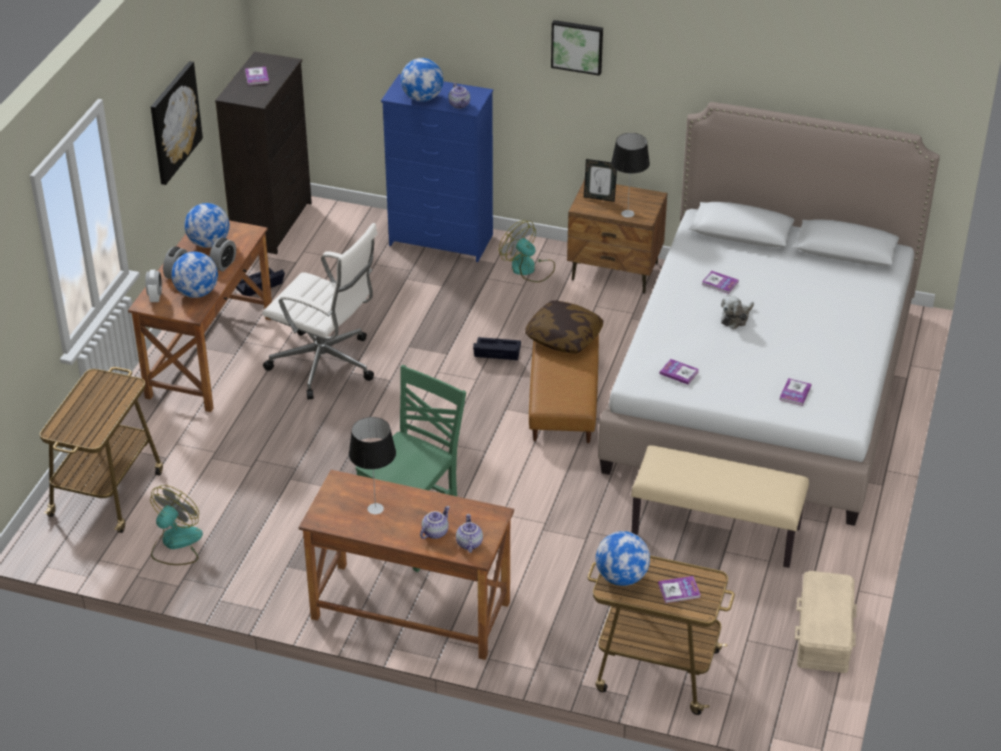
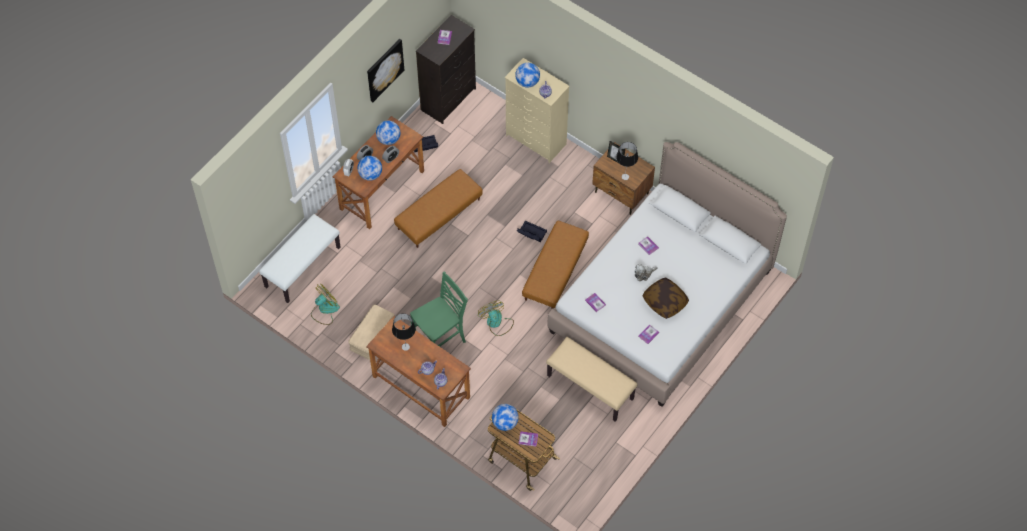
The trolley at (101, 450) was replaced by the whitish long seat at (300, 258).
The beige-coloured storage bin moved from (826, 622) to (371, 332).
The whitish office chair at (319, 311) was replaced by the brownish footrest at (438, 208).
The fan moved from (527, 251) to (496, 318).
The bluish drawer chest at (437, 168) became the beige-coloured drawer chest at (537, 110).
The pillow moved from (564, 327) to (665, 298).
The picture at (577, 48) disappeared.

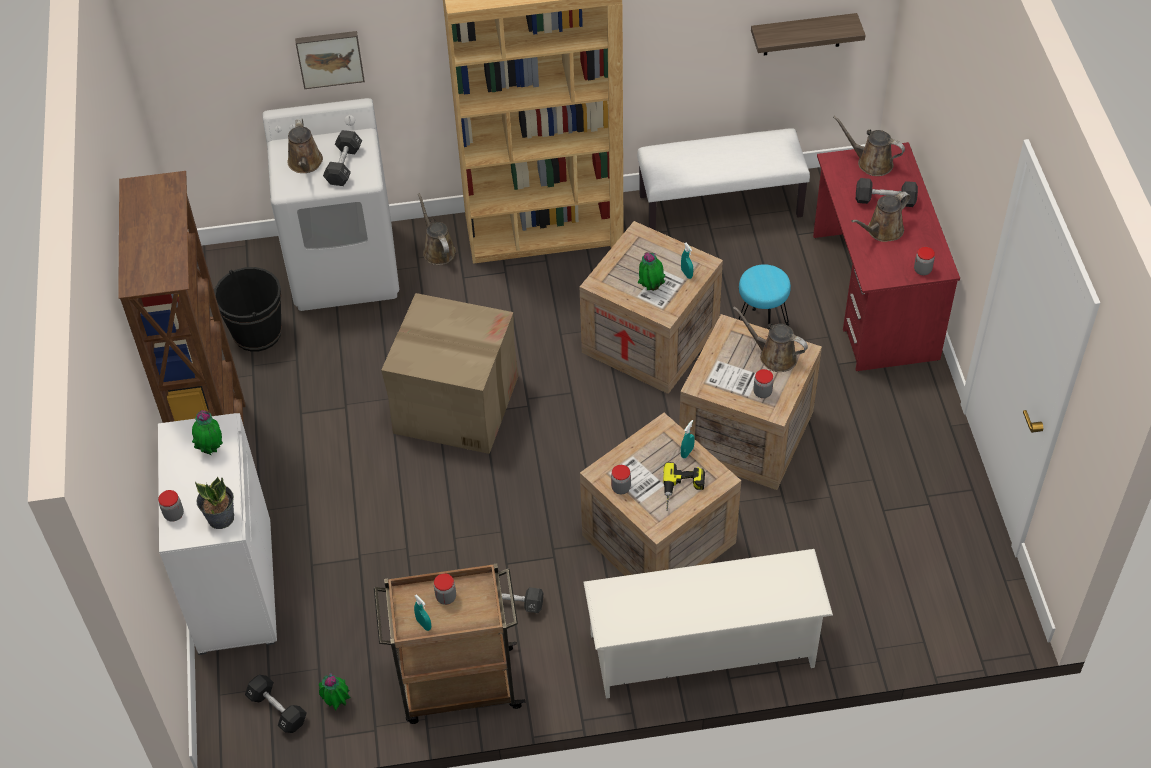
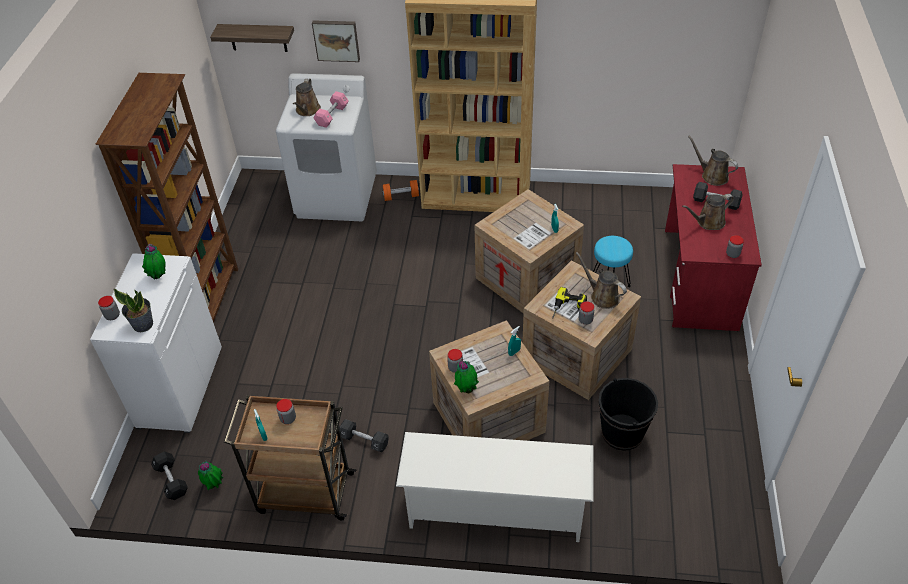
The shelf moved from (808, 34) to (252, 38).
The black-coloured free weight at (342, 158) became the pinkish free weight at (331, 109).
The brownish watering can at (437, 229) was replaced by the orangey free weight at (401, 190).
The plant in a pot moved from (651, 271) to (466, 377).
The drill moved from (684, 486) to (569, 302).
The black-coloured bucket moved from (248, 309) to (628, 414).
The carton at (449, 373) disappeared.
The whitish long seat at (723, 179) disappeared.

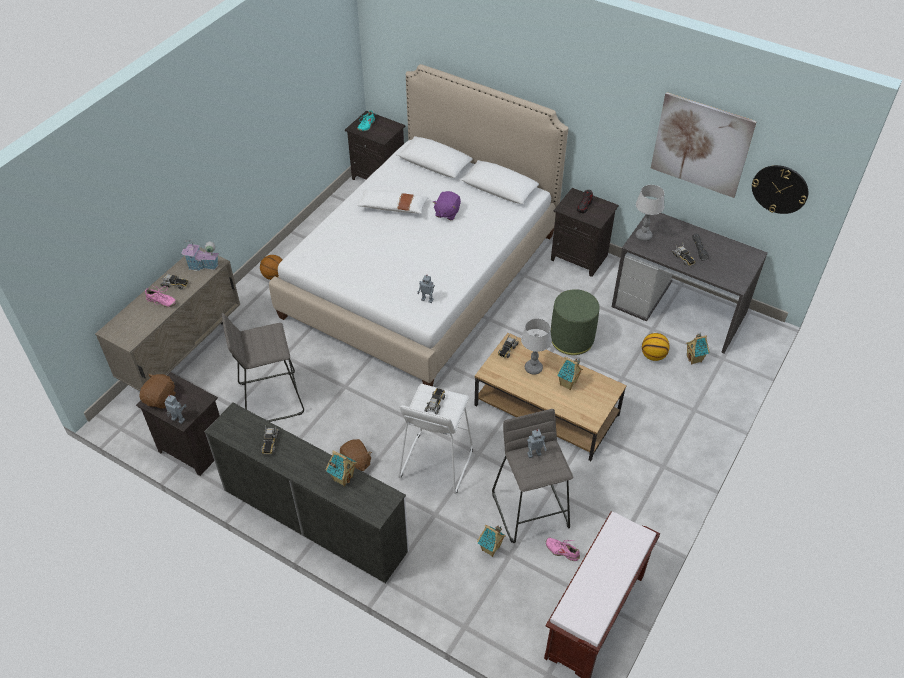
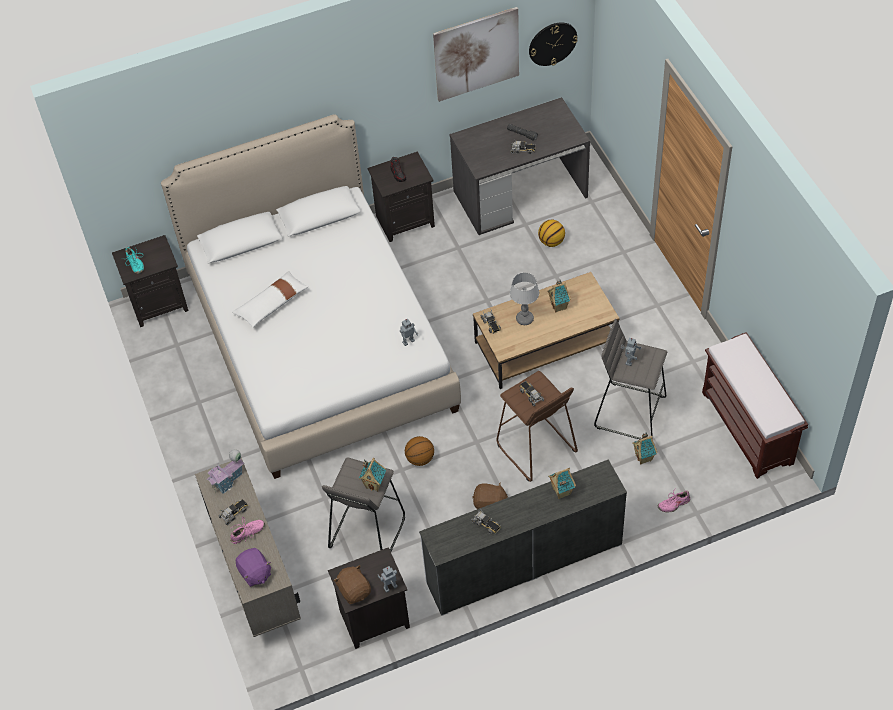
The purple plush toy moved from (447, 205) to (253, 567).
The miniature house moved from (698, 348) to (372, 475).
The basketball moved from (271, 267) to (419, 451).
The whitish sitting stool at (435, 439) became the brownish sitting stool at (537, 426).
The pinkish shoe moved from (563, 549) to (674, 501).
The green-coloured footrest at (575, 322) disappeared.
The tabletop lamp at (649, 213) disappeared.

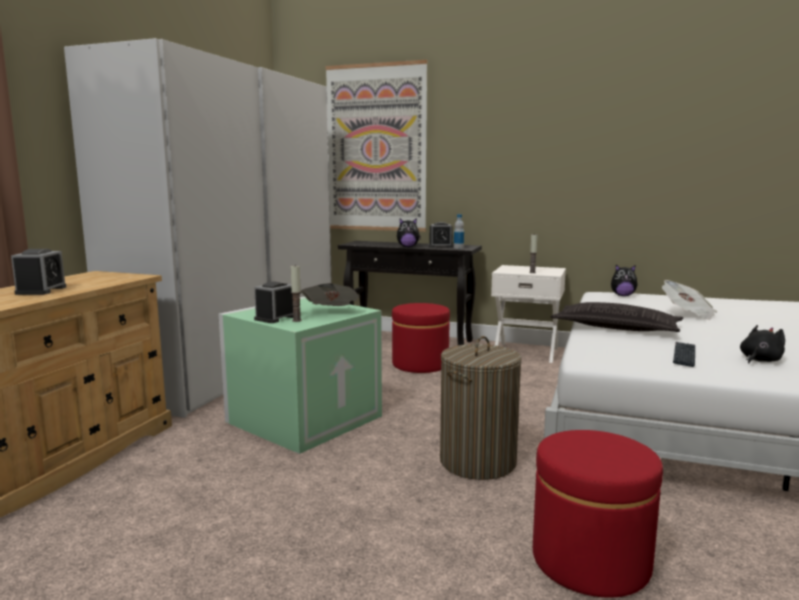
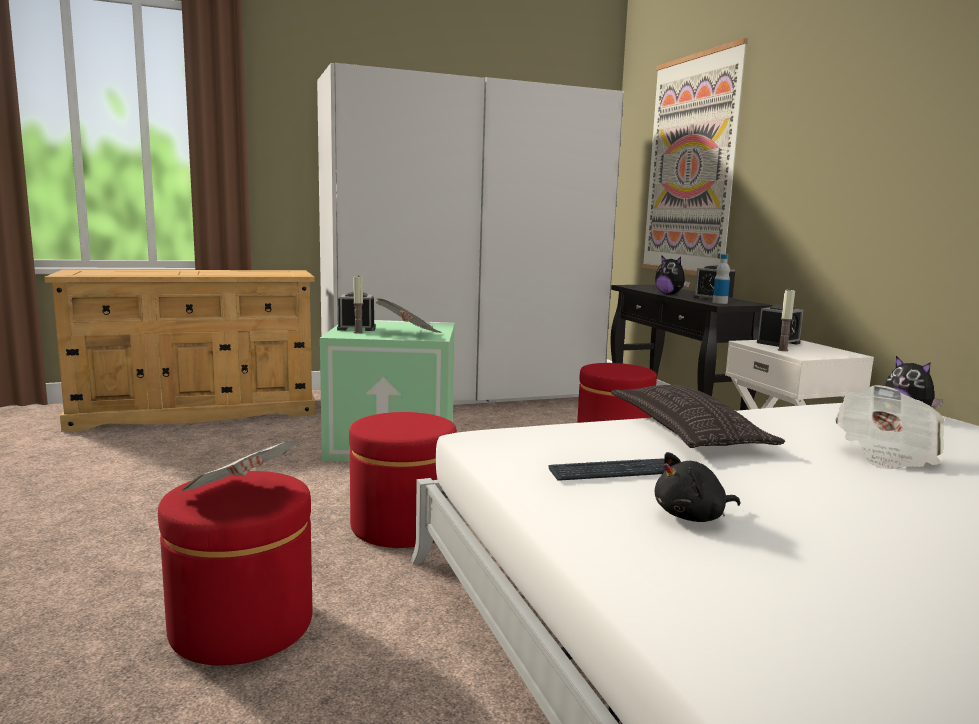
The newspaper at (238, 466) appeared.
The hamper at (481, 408) was replaced by the red-coloured footrest at (403, 480).
The black-coloured plush toy at (762, 344) turned 150 degrees clockwise.
The alarm clock moved from (38, 272) to (780, 325).

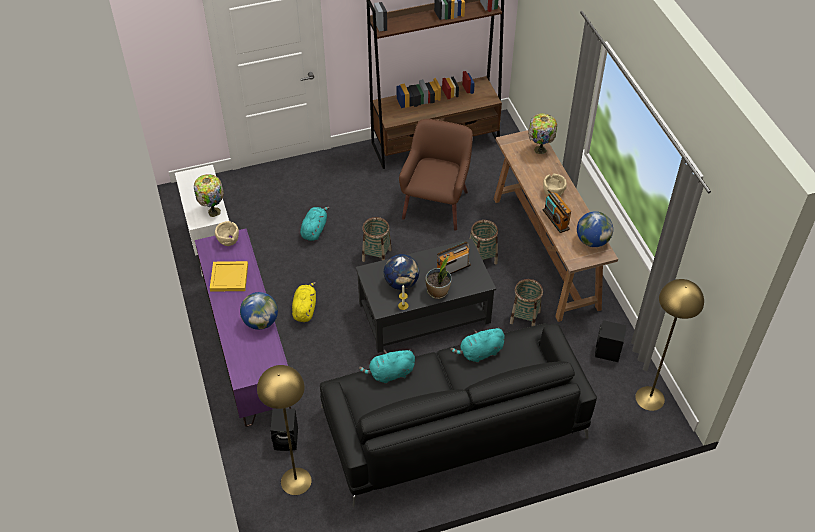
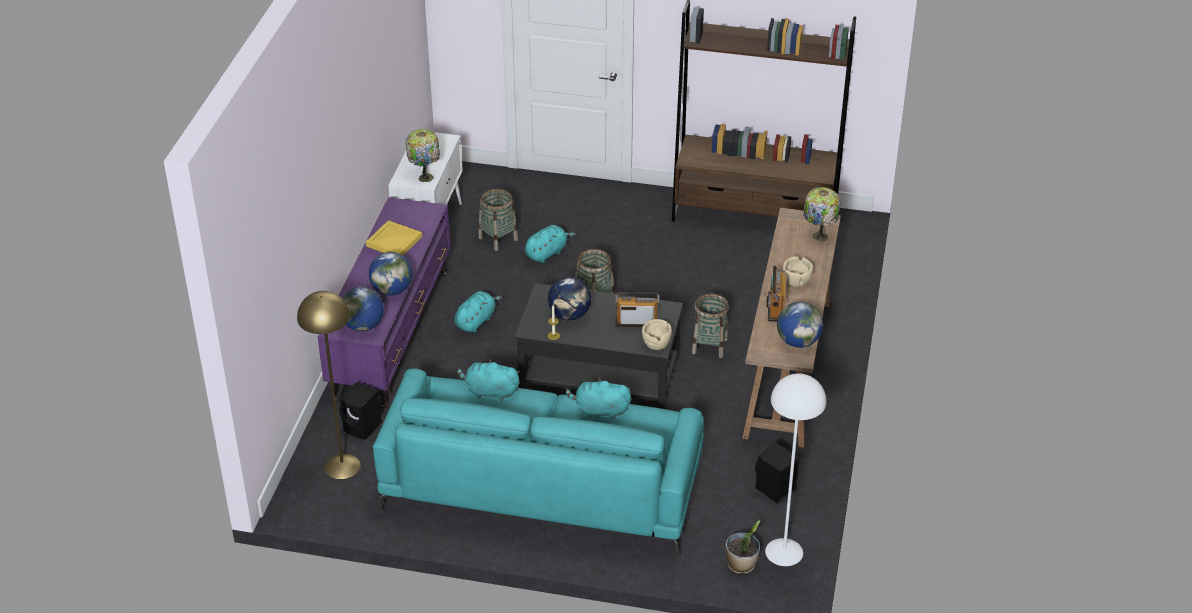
The world globe at (363, 309) appeared.
The black-coloured sofa at (458, 415) became the turquoise sofa at (538, 463).
The yellow-coloured plush toy at (304, 302) became the turquoise plush toy at (478, 311).
The household basket moved from (526, 302) to (498, 220).
The beige-coloured deep dish moved from (227, 233) to (657, 334).
The plant in a pot moved from (438, 277) to (743, 547).
The yellow-coloured floor lamp at (669, 345) became the whitish floor lamp at (795, 469).
The brownish lounge chair at (436, 175) disappeared.

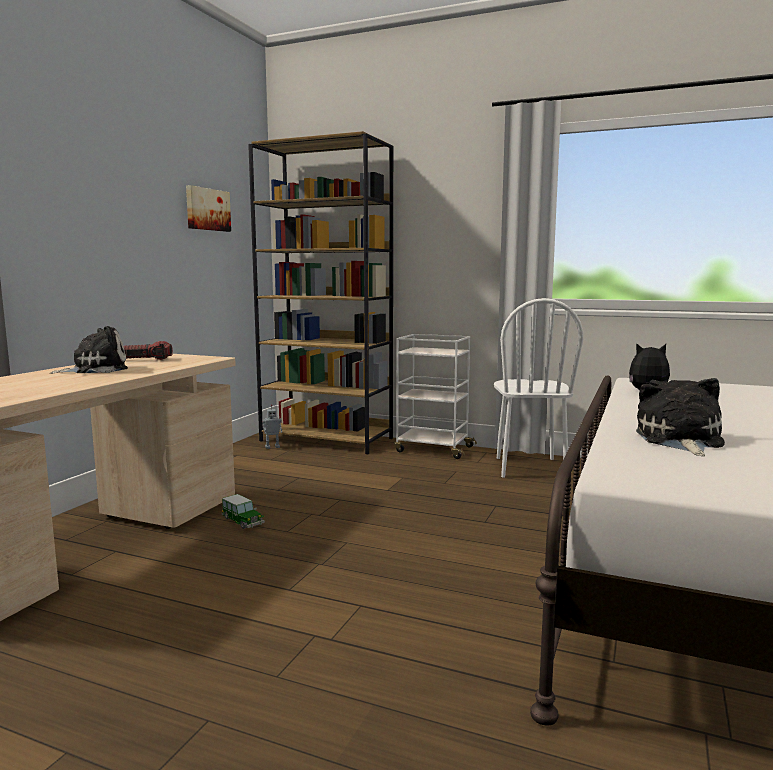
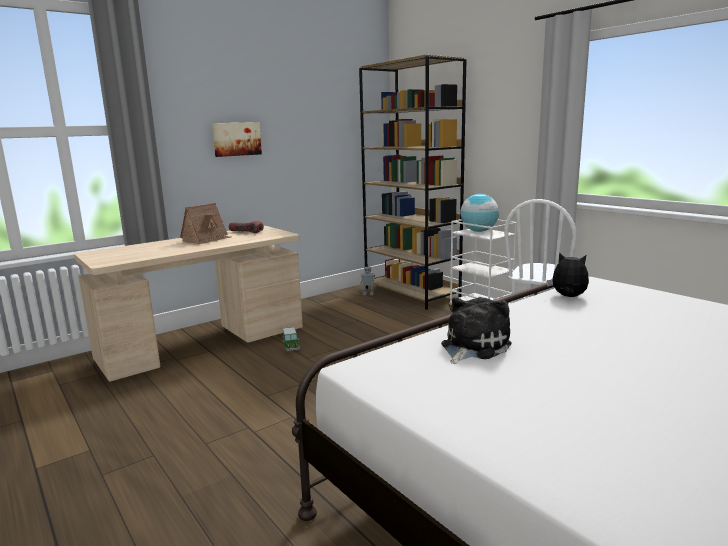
The plush toy at (89, 350) was replaced by the miniature house at (205, 223).
The picture moved from (208, 208) to (237, 139).
The world globe at (479, 213) appeared.

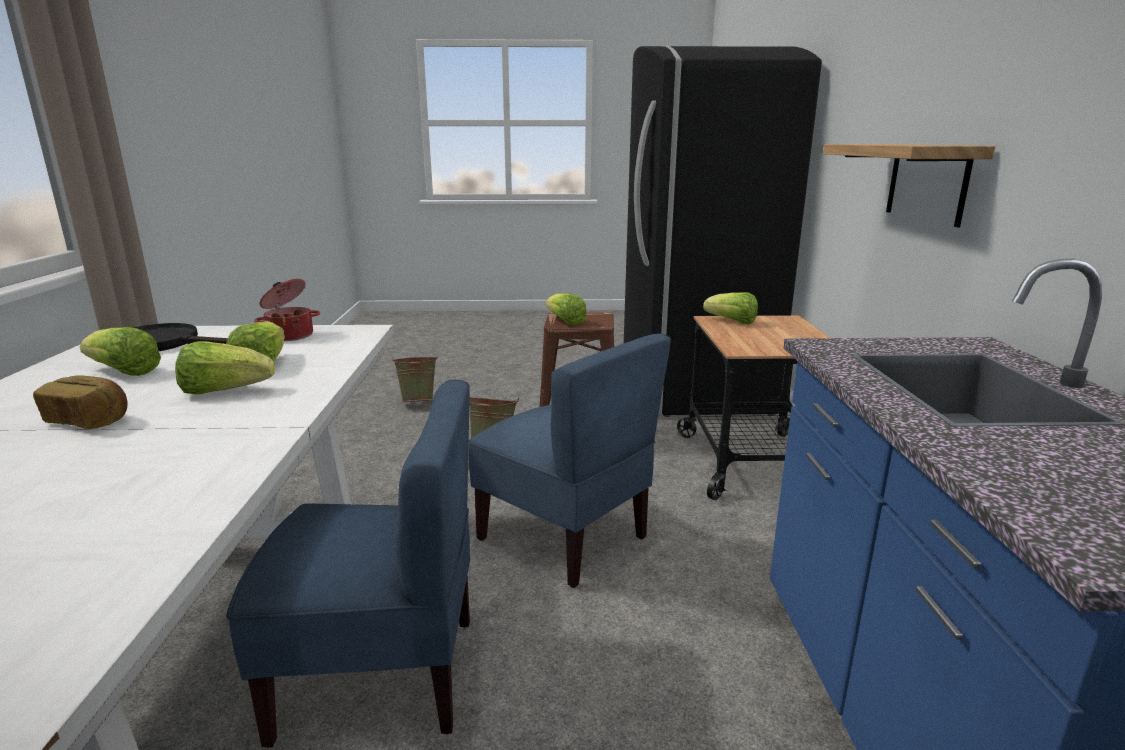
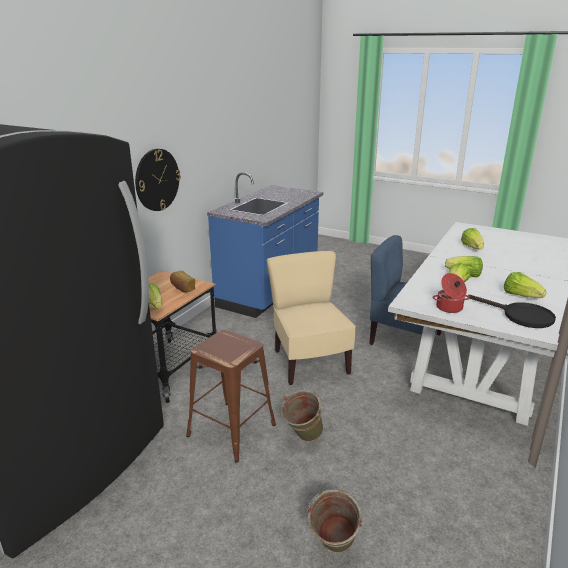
The shelf at (909, 185) was replaced by the hanging clock at (158, 180).
The baked bread moved from (80, 402) to (182, 282).
The bluish plain chair at (570, 460) became the beige-coloured plain chair at (311, 318).
The lettuce head moved from (566, 309) to (472, 238).

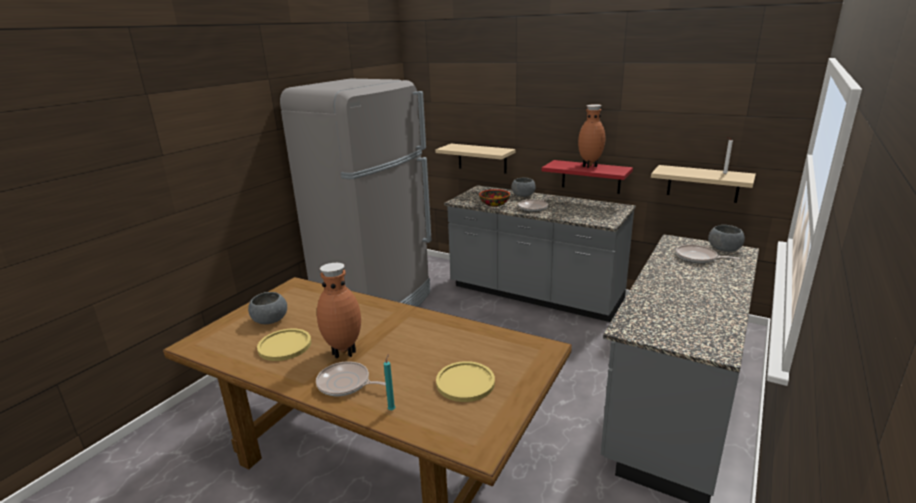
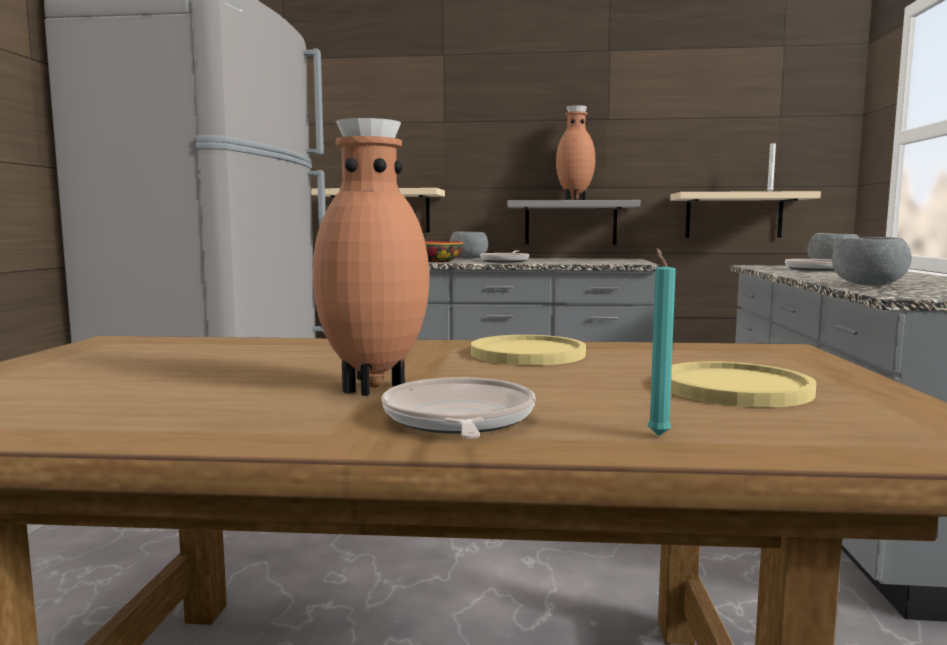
The skillet at (351, 378) turned 90 degrees clockwise.
The yellow-coloured flat dish moved from (284, 344) to (528, 350).
The red-coloured shelf at (587, 177) became the greyish shelf at (573, 222).
The greyish deep dish moved from (267, 308) to (872, 261).

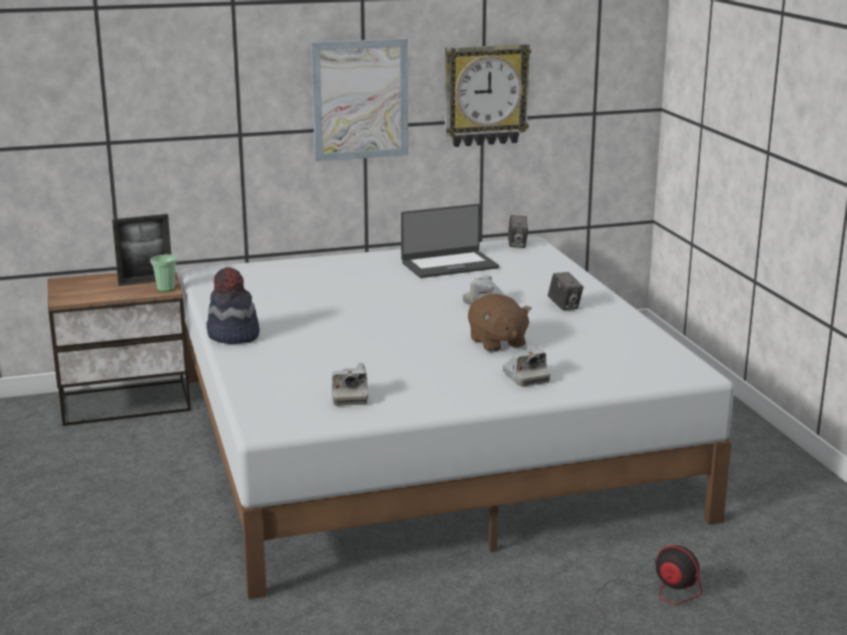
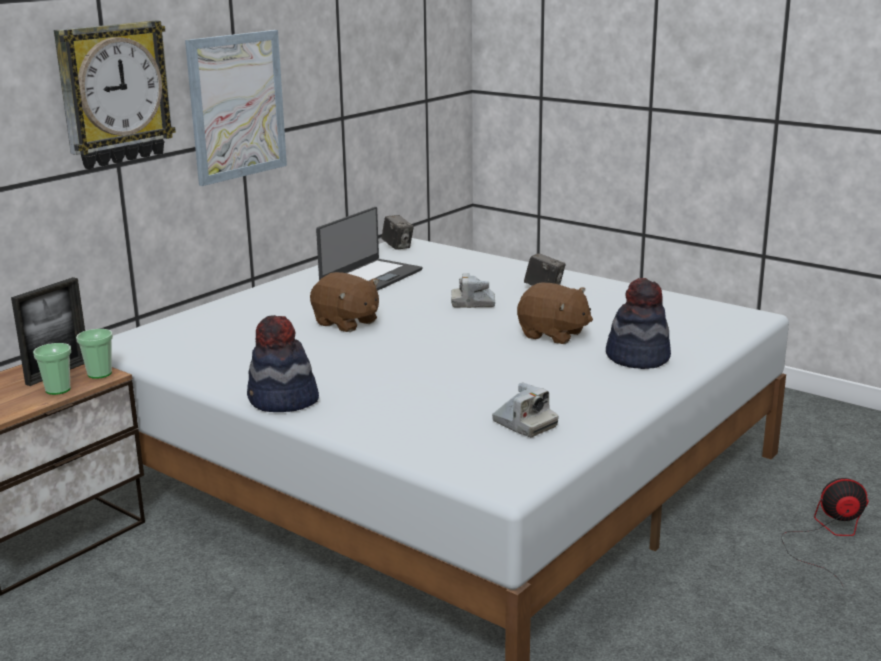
The cup at (52, 369) appeared.
The hanging clock moved from (488, 95) to (115, 95).
The brownish plush toy at (344, 302) appeared.
The photo camera at (526, 365) was replaced by the wearable hat at (638, 323).

